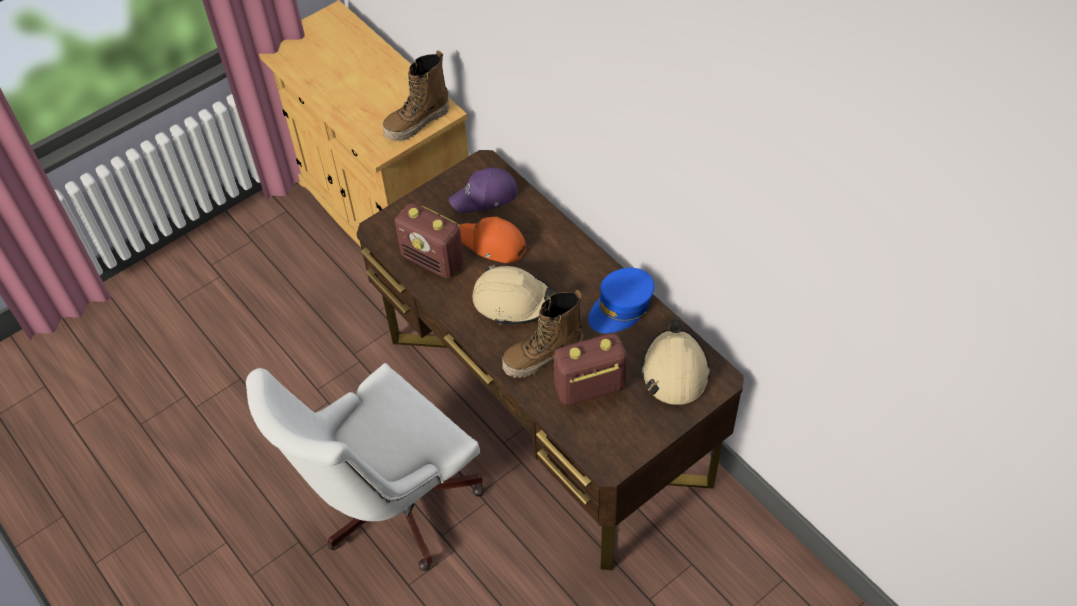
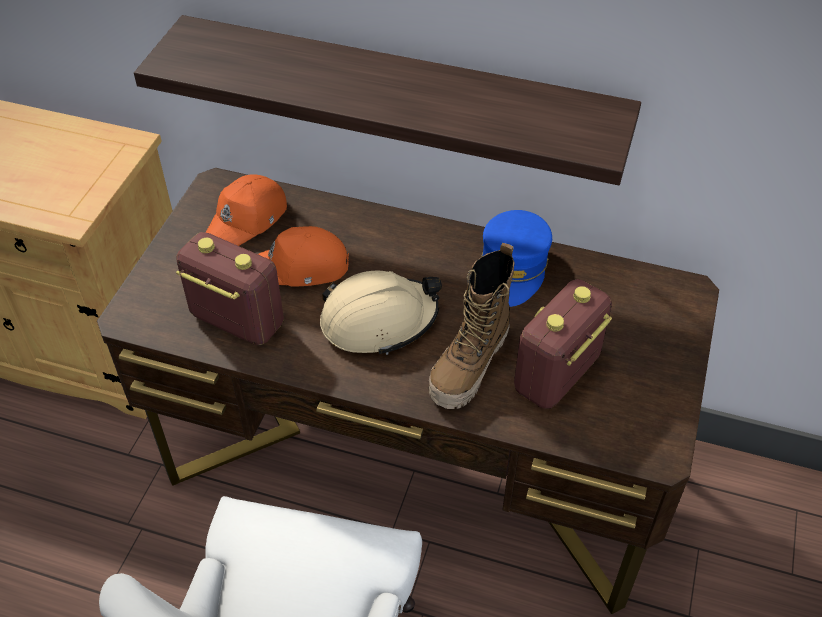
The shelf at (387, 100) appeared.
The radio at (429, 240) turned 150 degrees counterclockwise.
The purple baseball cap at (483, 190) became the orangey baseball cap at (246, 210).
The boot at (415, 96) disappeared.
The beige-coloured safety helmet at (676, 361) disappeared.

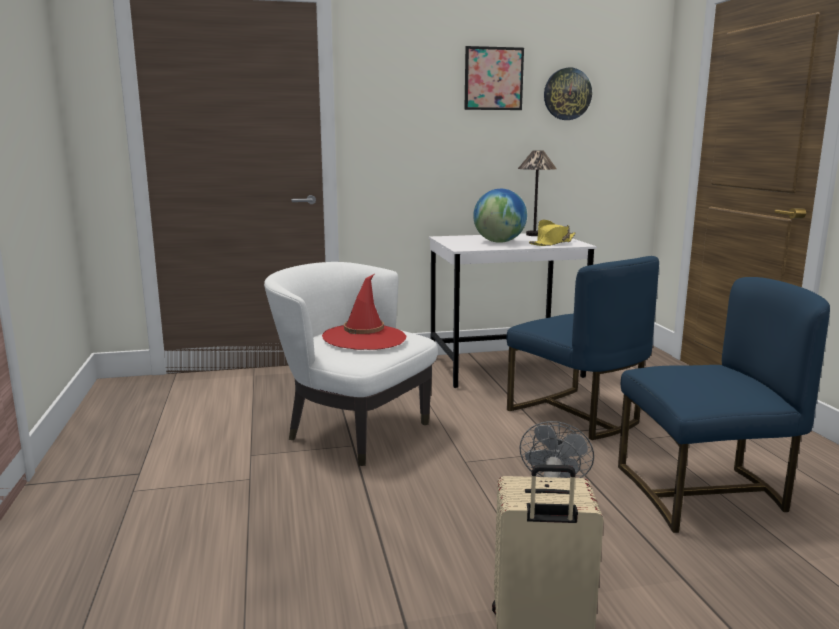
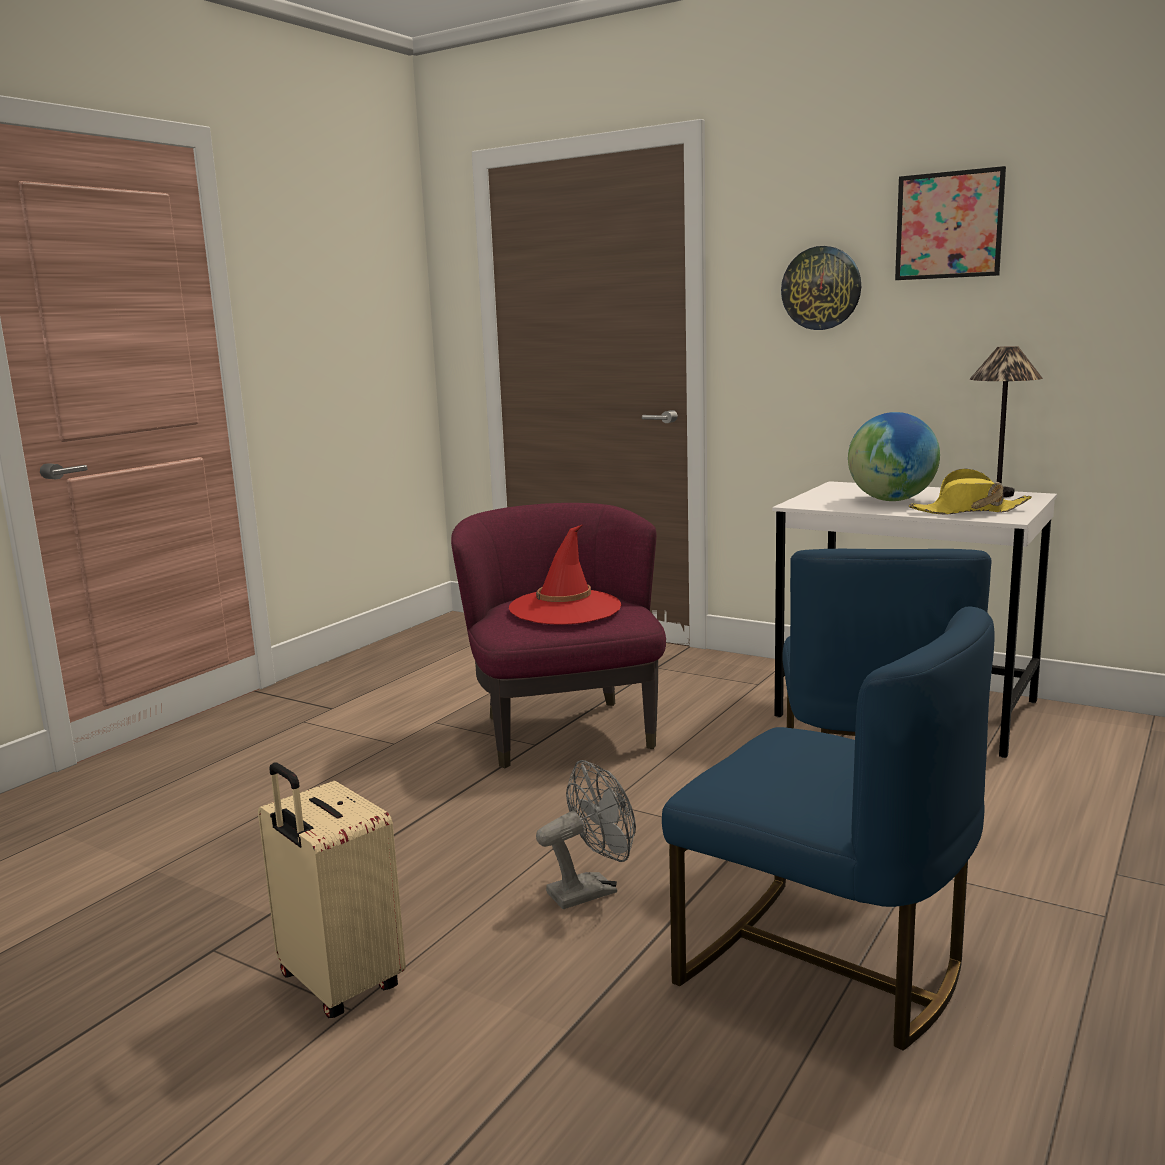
The whitish lounge chair at (351, 364) became the purple lounge chair at (558, 635).
The hanging clock moved from (568, 94) to (821, 288).

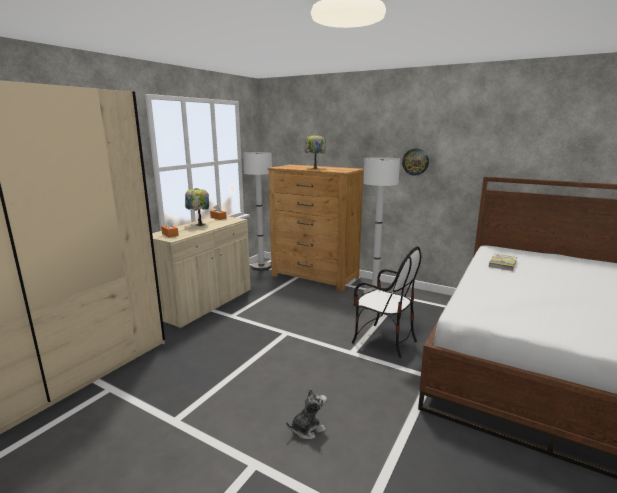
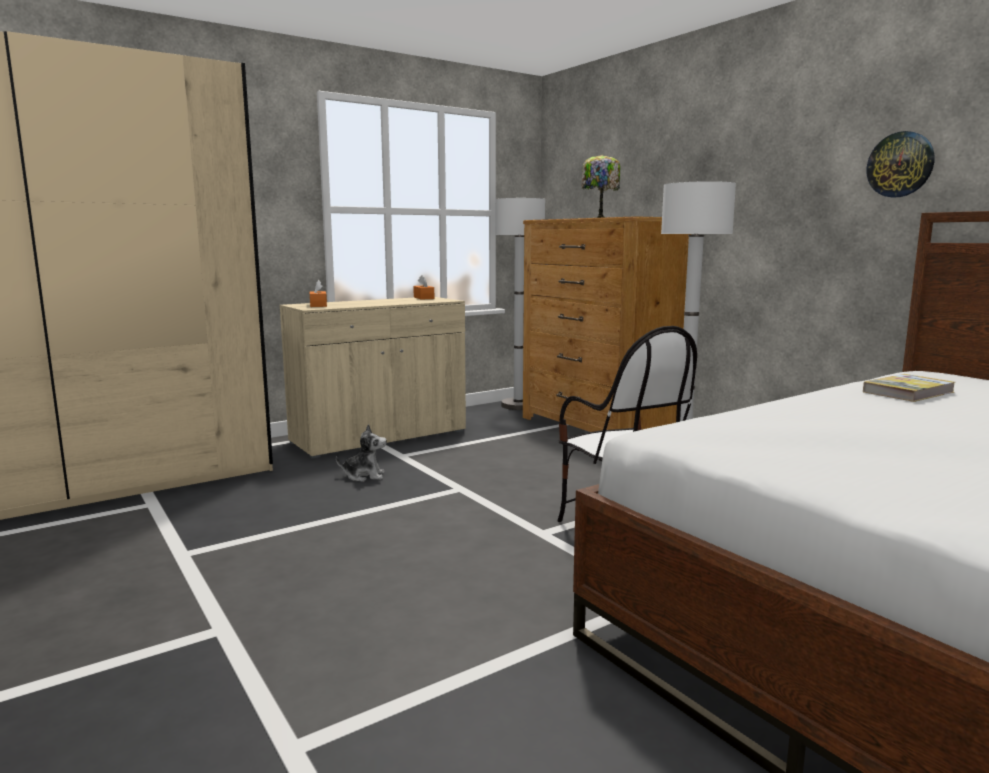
The plush toy moved from (306, 413) to (361, 453).
The hanging clock moved from (415, 162) to (901, 164).
The tabletop lamp at (197, 207) disappeared.

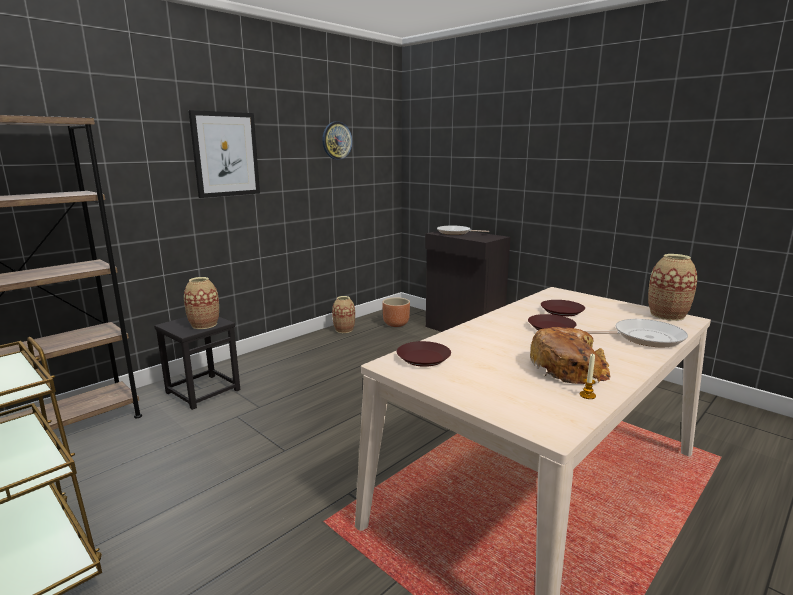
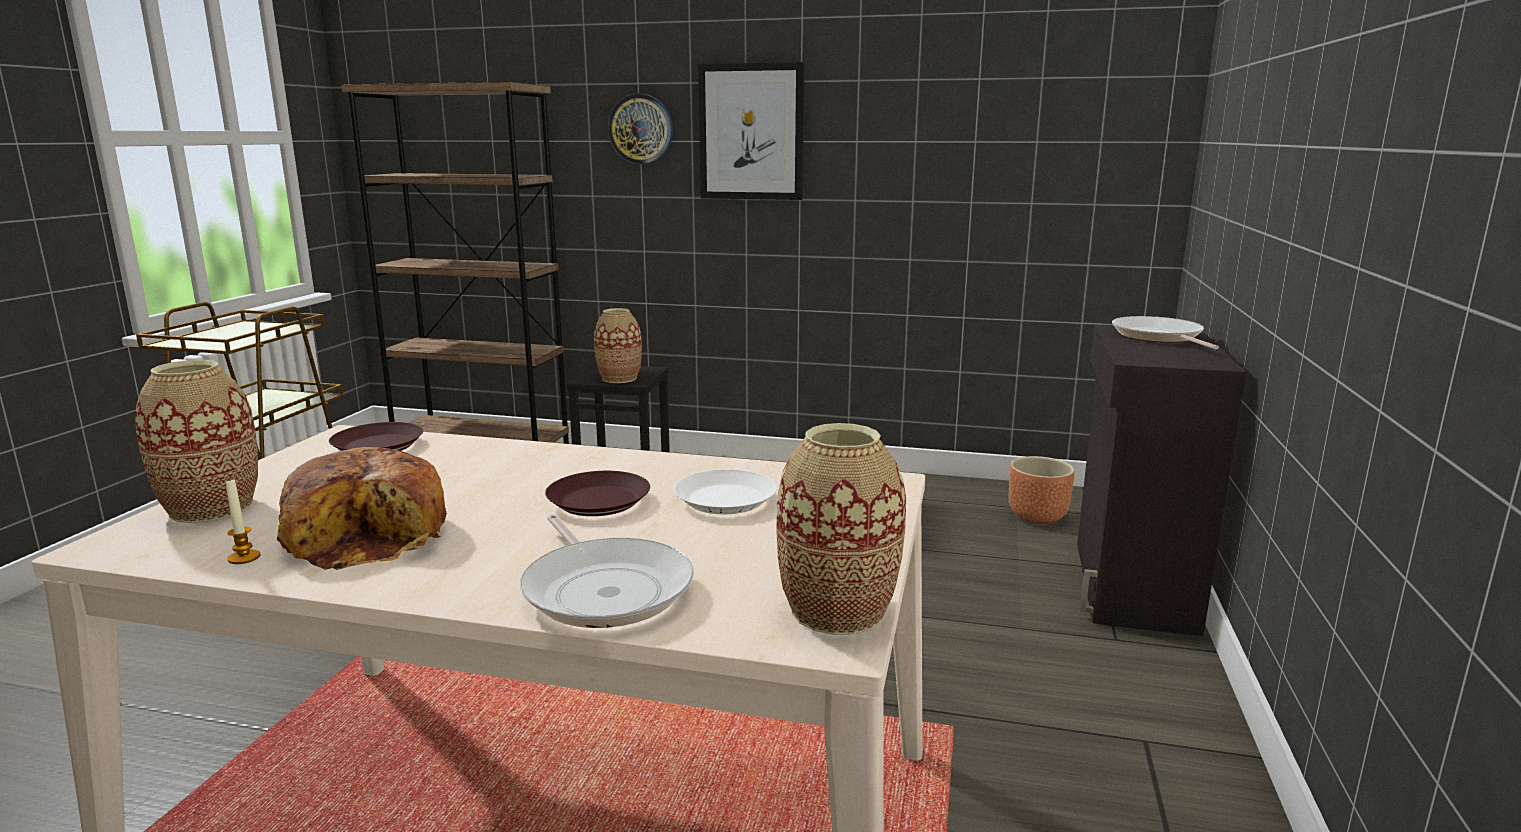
The flower vase moved from (343, 314) to (196, 441).
The hanging clock moved from (337, 140) to (640, 129).
The brownish flat dish at (563, 308) became the whitish flat dish at (725, 491).

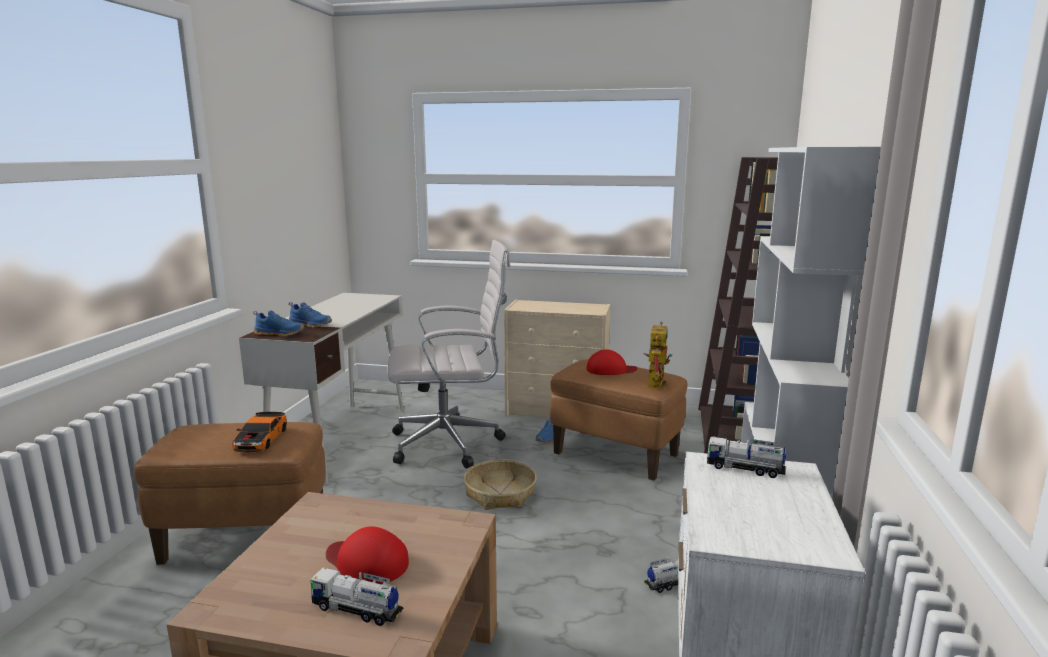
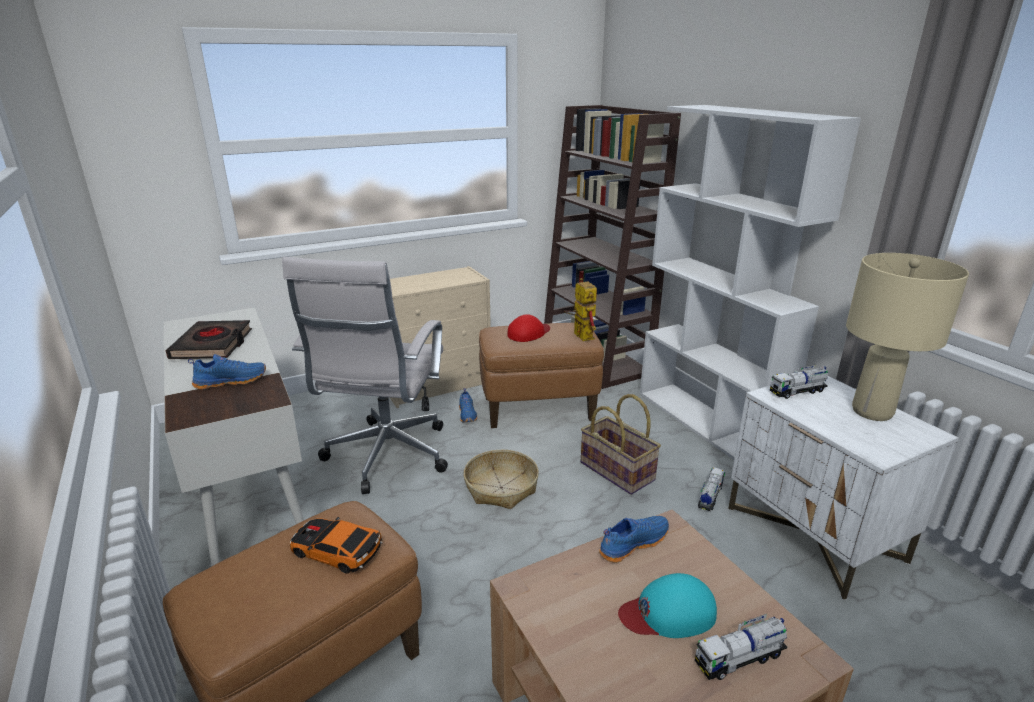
The black-coloured volume at (209, 339) appeared.
The whitish office chair at (449, 353) turned 150 degrees clockwise.
The model car at (259, 432) turned 150 degrees clockwise.
The household basket at (621, 444) appeared.
The bluish shoe moved from (278, 323) to (634, 539).
The red-coloured baseball cap at (367, 555) became the turquoise baseball cap at (667, 605).
The beige-coloured tabletop lamp at (907, 337) appeared.

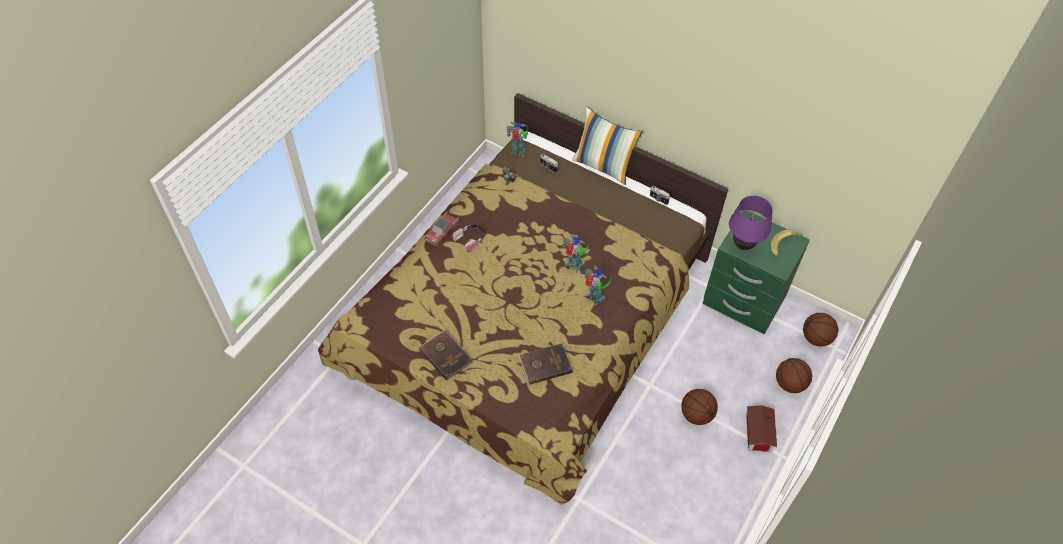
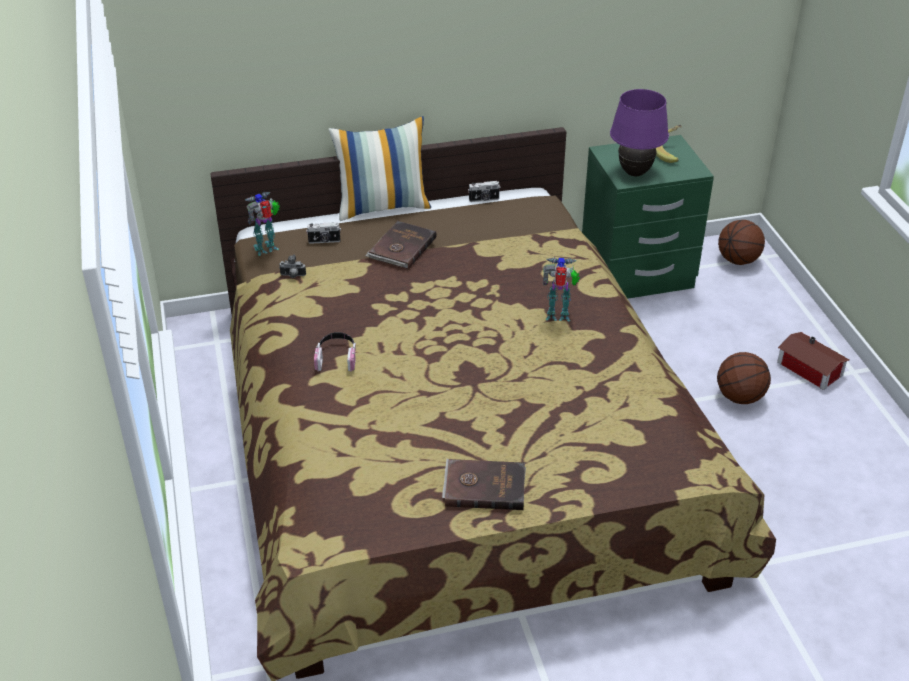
The brownish volume moved from (545, 363) to (401, 245).
The model car at (442, 229) disappeared.
The toy robot at (576, 253) disappeared.
The basketball at (794, 375) disappeared.

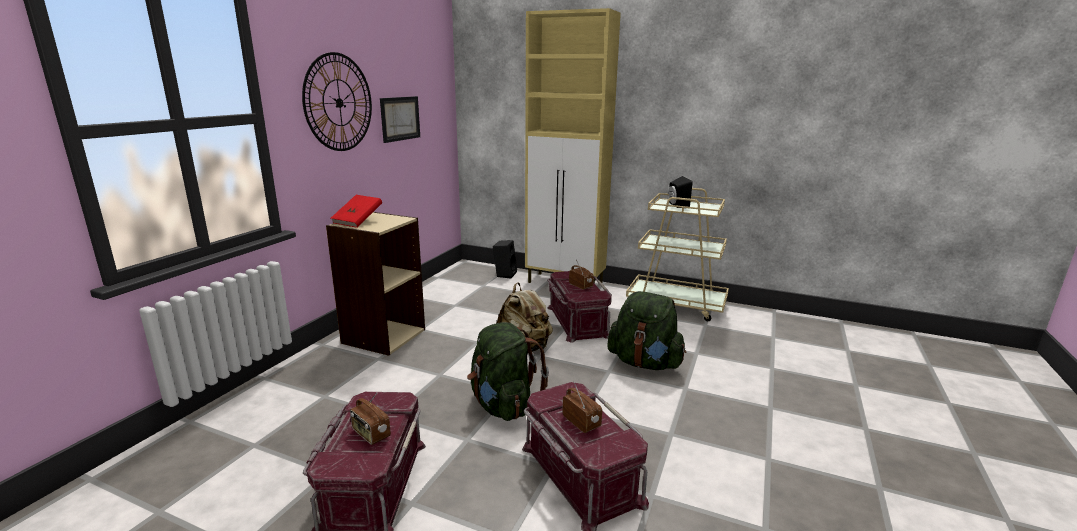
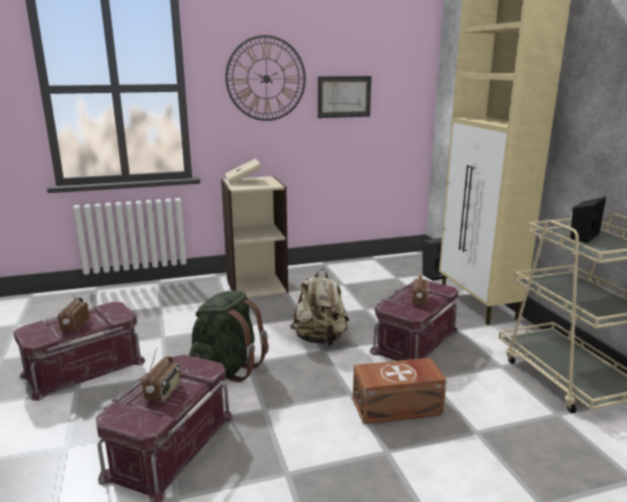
The red-coloured volume at (356, 211) became the beige-coloured volume at (243, 171).
The green-coloured backpack at (647, 330) was replaced by the brownish storage bin at (400, 391).

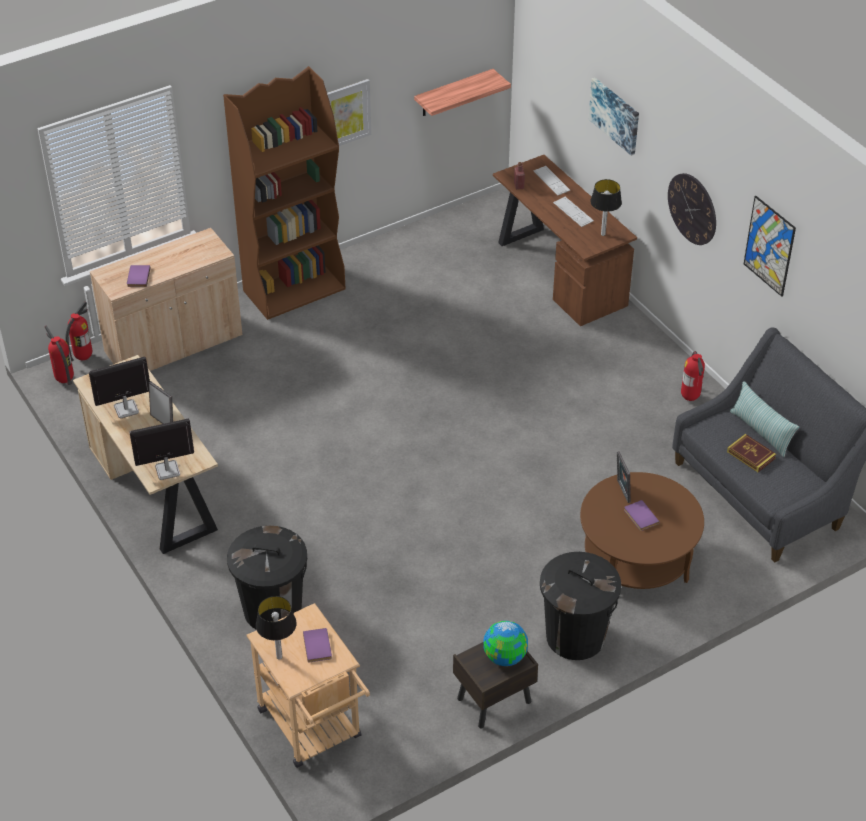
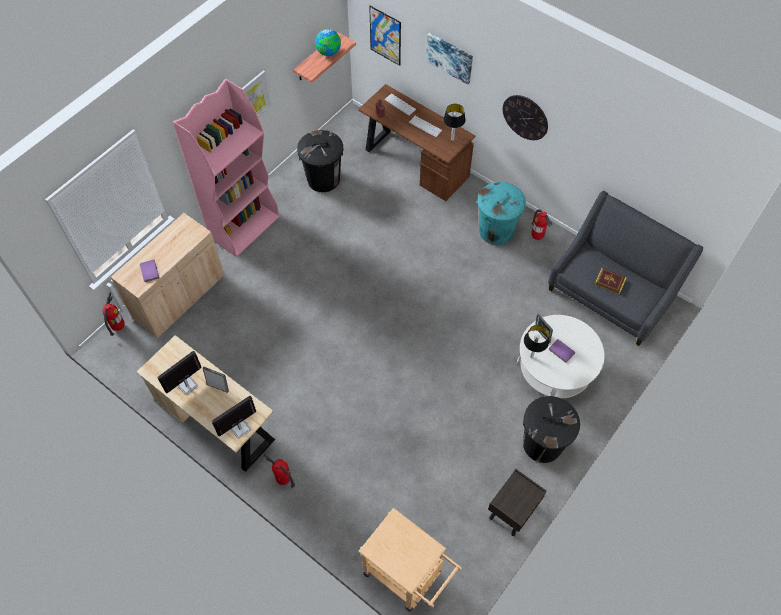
The brownish bookshelf at (284, 193) became the pinkish bookshelf at (226, 168).
The fire-fighting cylinder moved from (59, 355) to (279, 471).
The black-coloured rubbish bin moved from (267, 577) to (320, 161).
The world globe moved from (505, 643) to (328, 42).
The picture moved from (770, 246) to (385, 36).
The turquoise rubbish bin at (501, 213) appeared.
The brownish lounge table at (642, 530) became the whitish lounge table at (561, 356).
The tabletop lamp moved from (276, 628) to (536, 341).
The purple volume at (317, 645) disappeared.
The pillow at (764, 419) disappeared.

